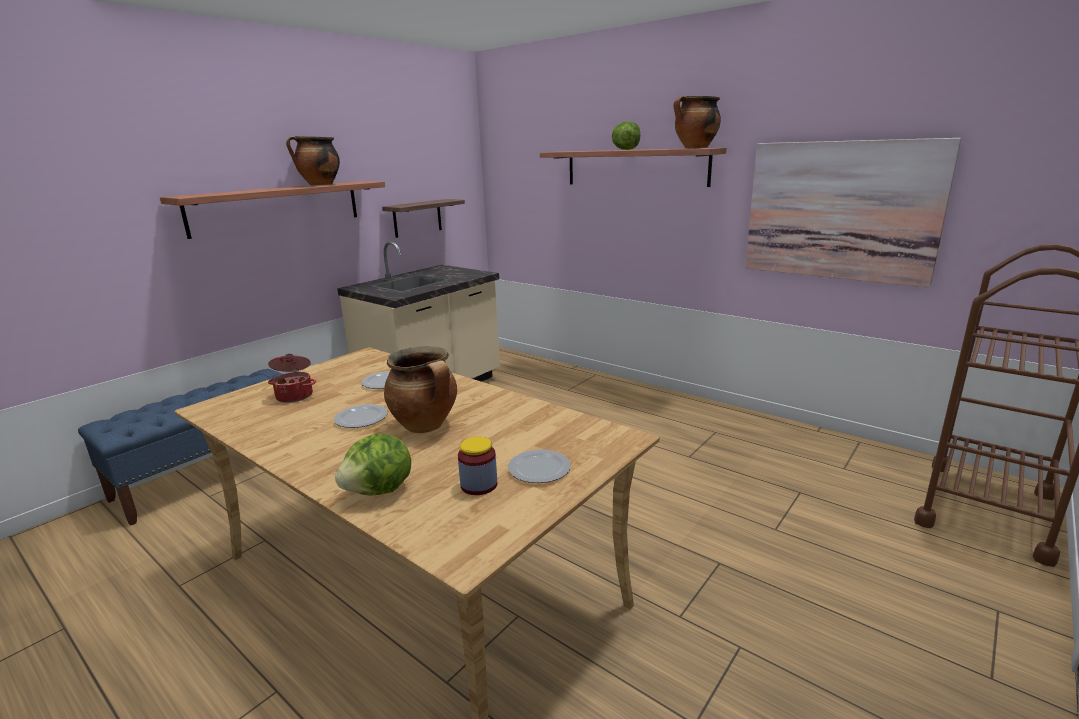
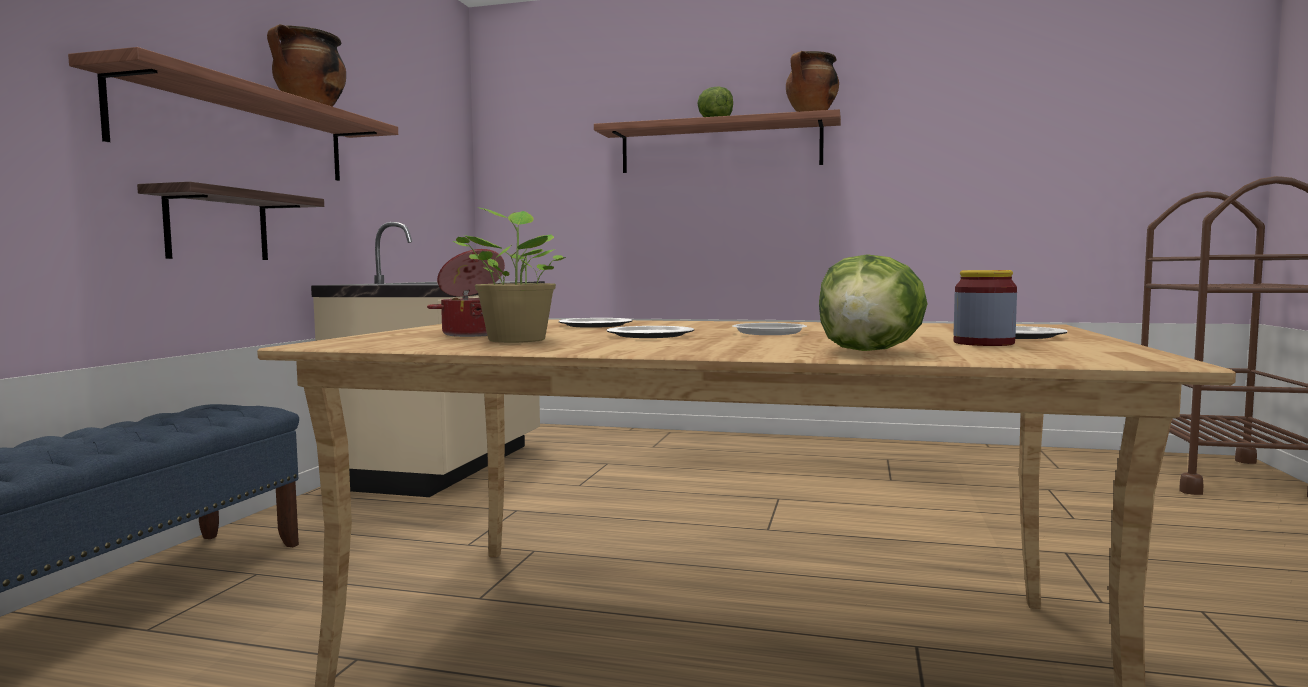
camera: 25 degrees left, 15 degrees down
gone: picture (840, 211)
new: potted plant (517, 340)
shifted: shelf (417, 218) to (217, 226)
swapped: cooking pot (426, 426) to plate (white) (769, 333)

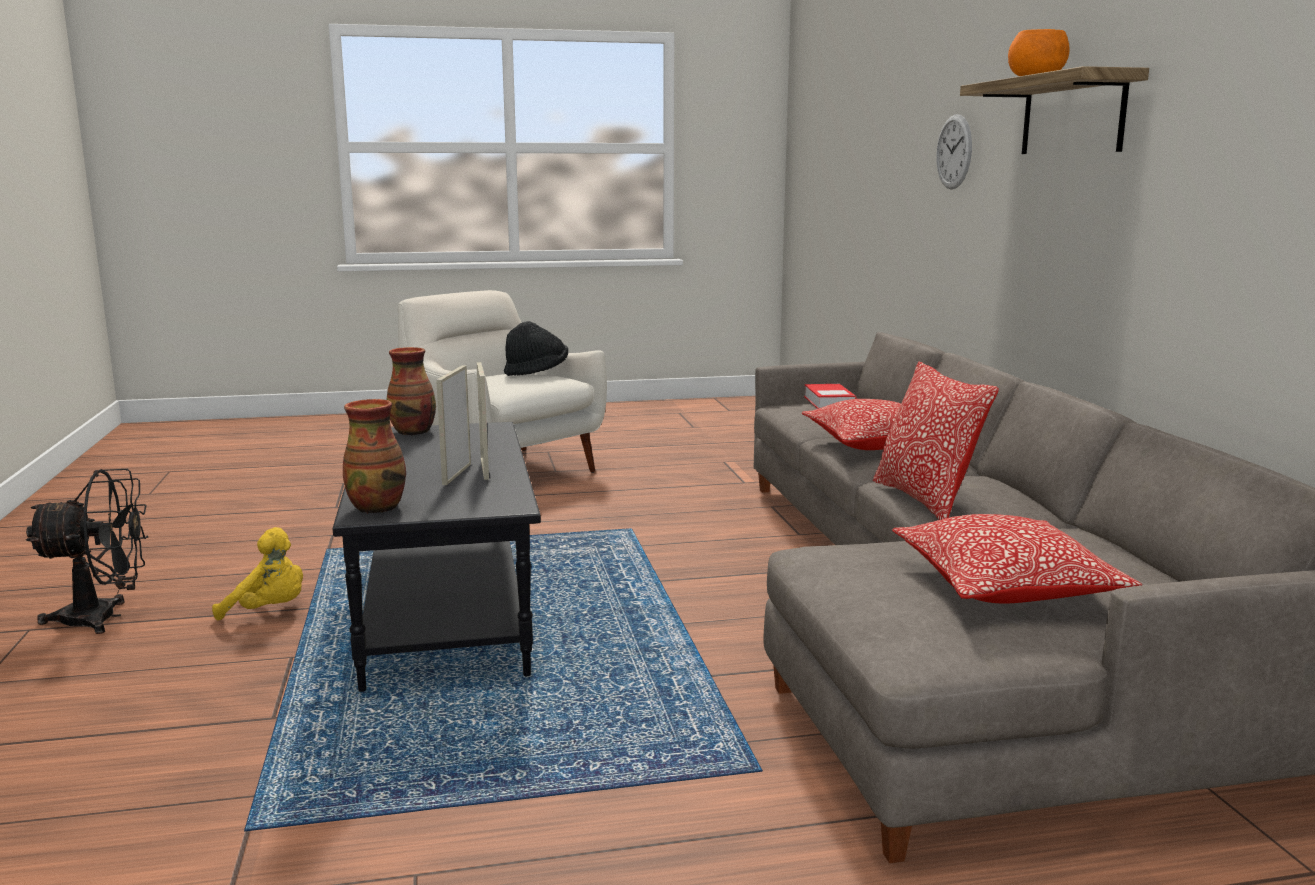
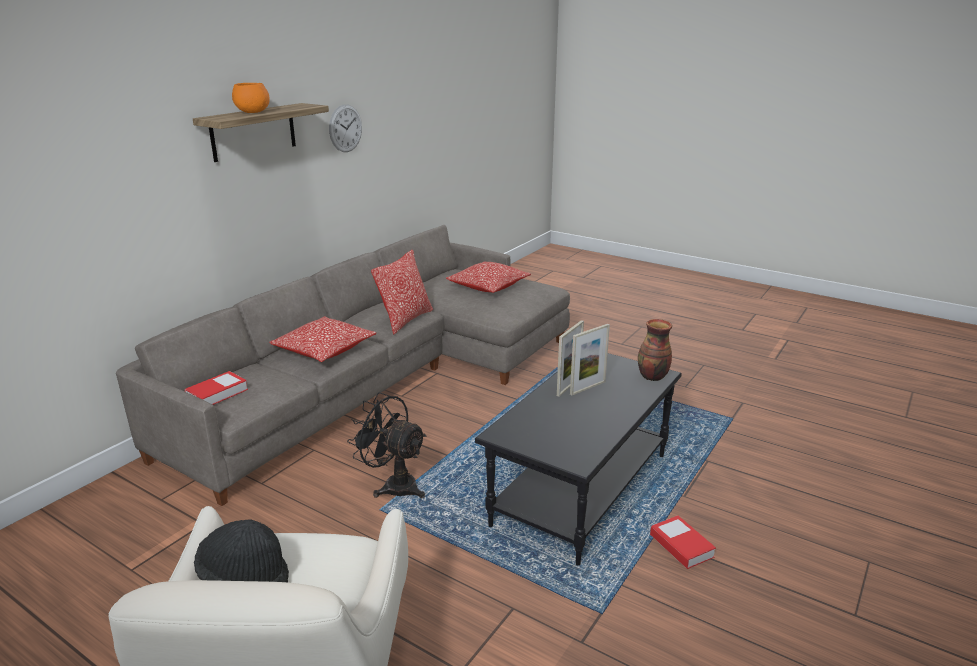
camera: 135 degrees left, 10 degrees up
gone: vase (414, 432)
shifted: wall clock (954, 152) to (345, 128); fan (black) (104, 618) to (393, 485)
swapped: plush toy (yellow) (269, 611) to book (681, 546)

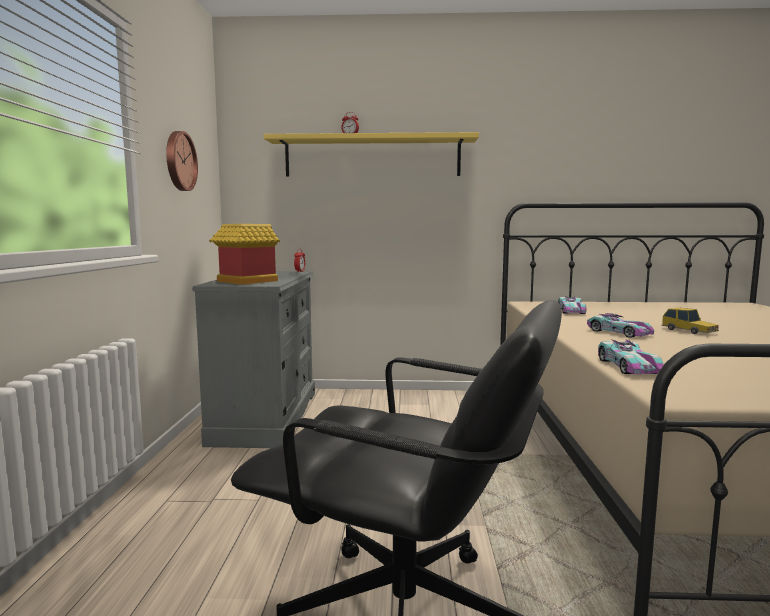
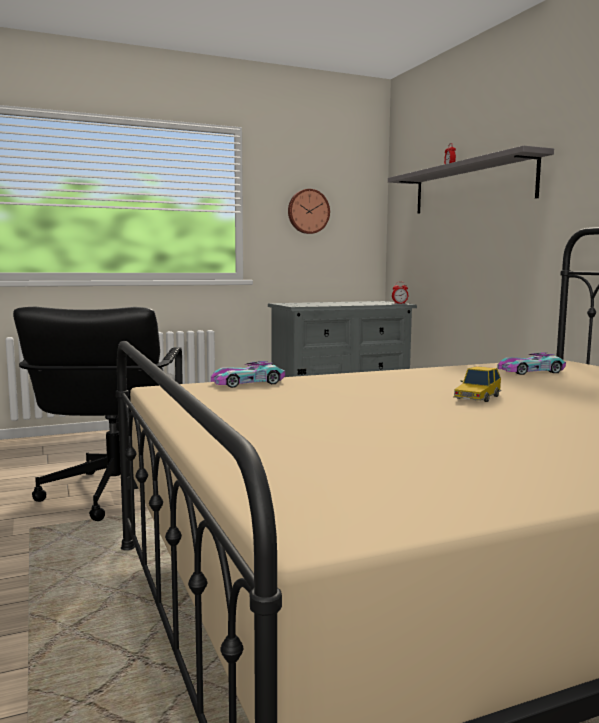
camera: 65 degrees right, 0 degrees up
gone: toy house (244, 282); toy car (619, 332)
repainted: shelf (yellow) (372, 157) to shelf (grey) (471, 186)

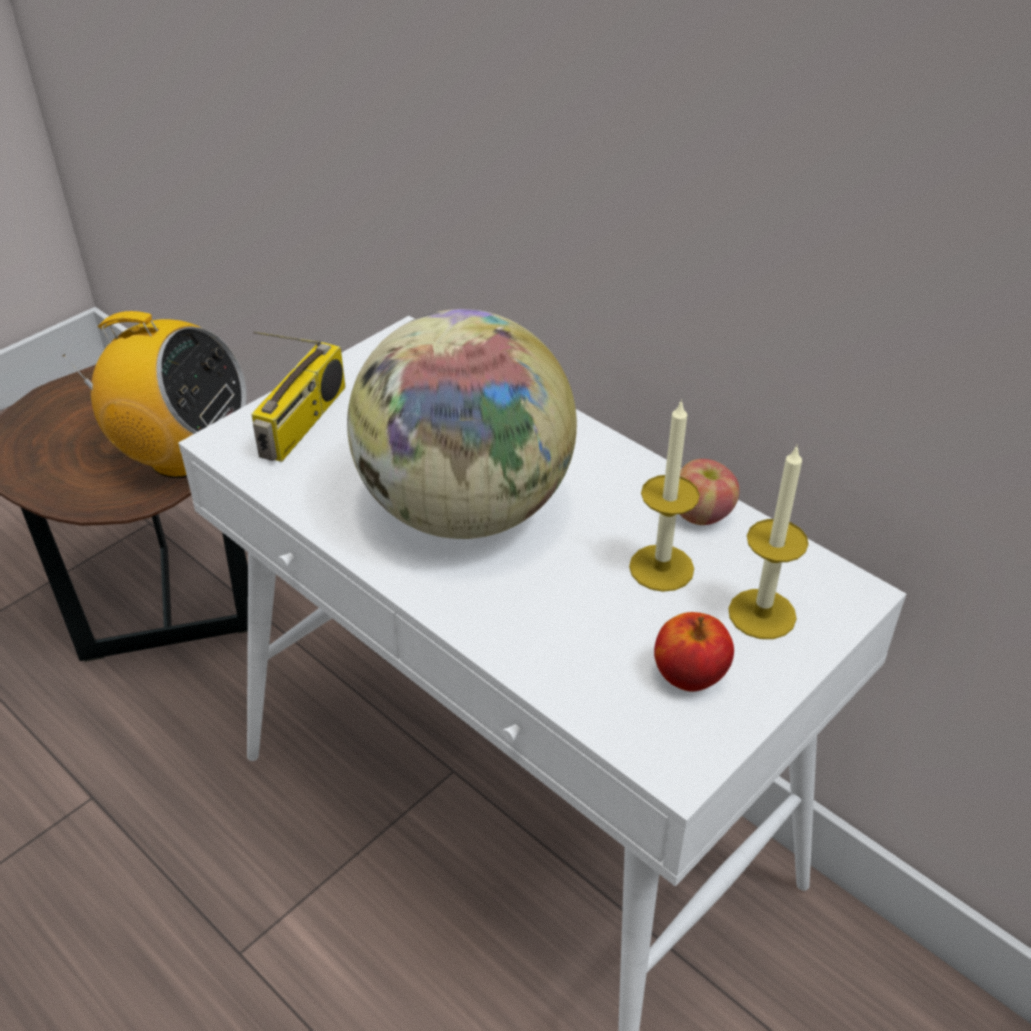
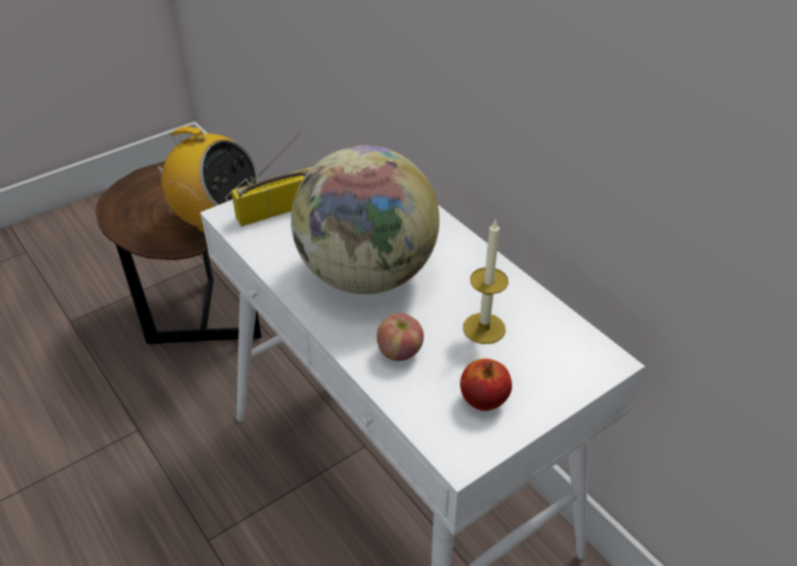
camera: 10 degrees right, 0 degrees up
gone: candle (762, 614)
shifted: apple (701, 514) to (400, 351)
rotated: radio (304, 423) = (279, 208) 150 degrees counterclockwise

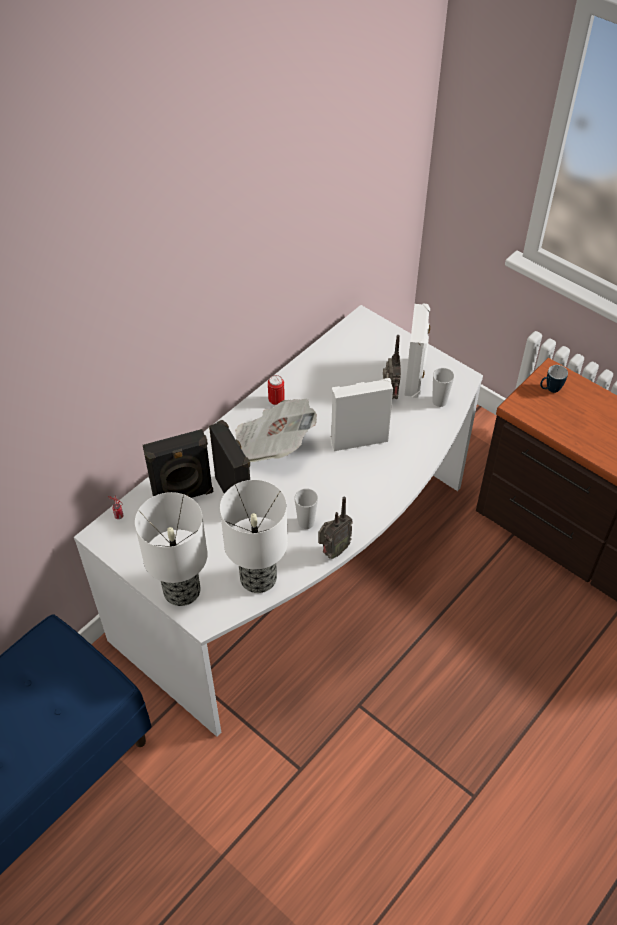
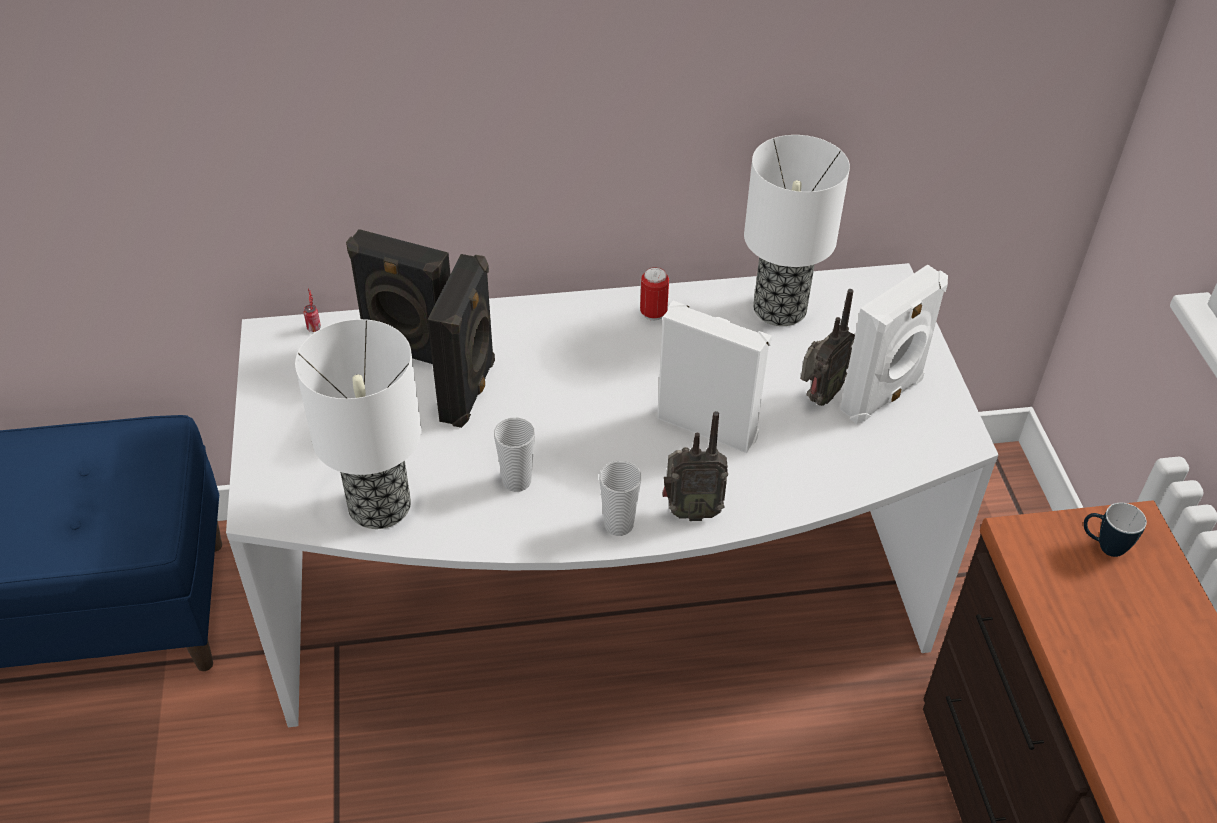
camera: 40 degrees right, 5 degrees down
gone: newspaper (273, 444)
shifted: cup (439, 401) to (618, 525); radio (333, 551) to (691, 511); table lamp (182, 591) to (779, 310)

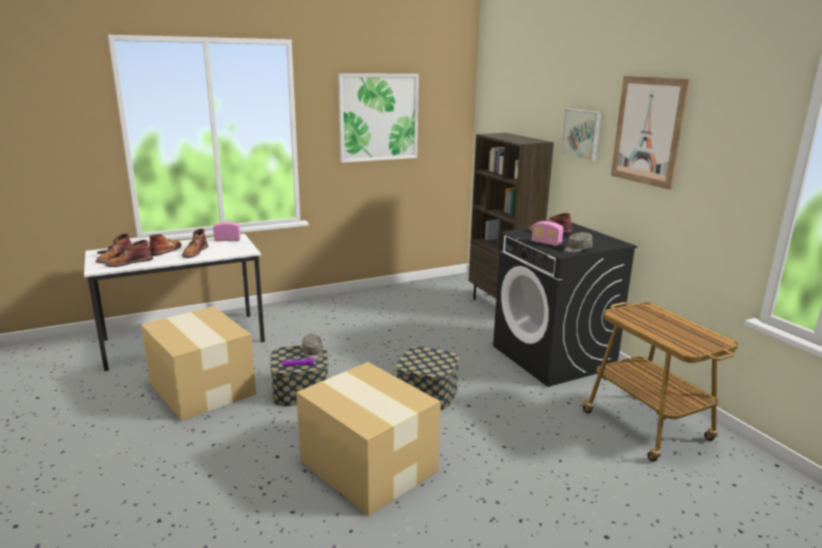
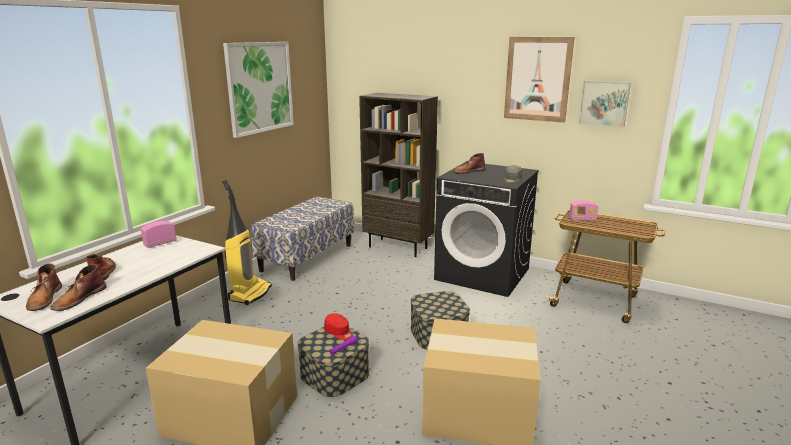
camera: 35 degrees left, 0 degrees up
gone: boot (brown) (195, 252)
new: vacuum cleaner (250, 293); bench (307, 257)
shifted: radio (546, 243) to (582, 219); picture (582, 134) to (604, 103)
repainted: cap (grey) (312, 353) to cap (red) (339, 333)

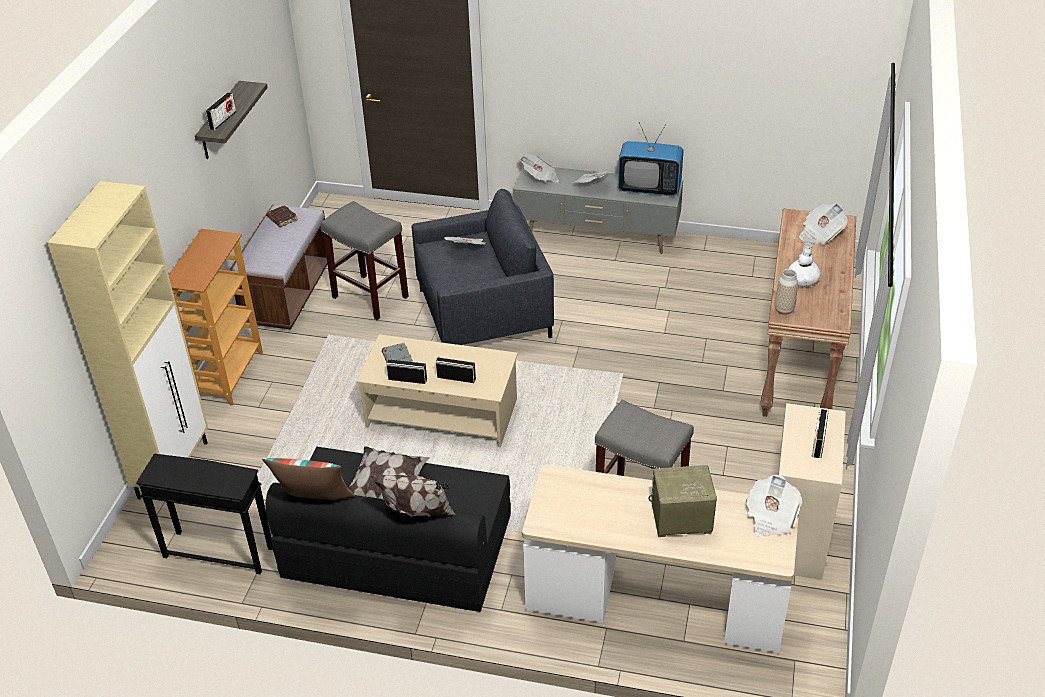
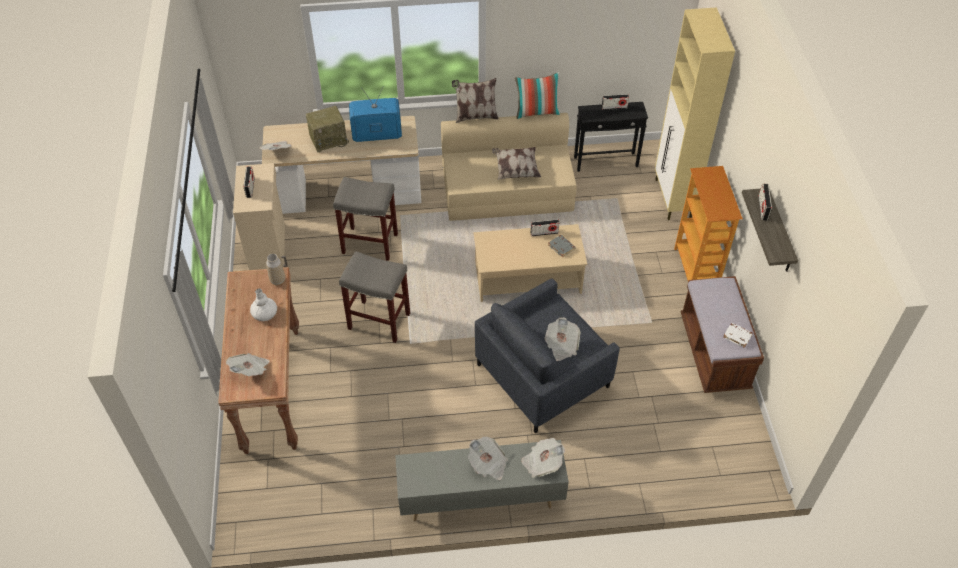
camera: 160 degrees right, 10 degrees up
shifted: stool (grey) (371, 297) to (378, 321); television (649, 188) to (377, 134); radio (456, 378) to (614, 107)
repainted: sofa (black) (398, 546) to sofa (beige) (506, 188); book (brown) (281, 218) to book (white) (738, 336)

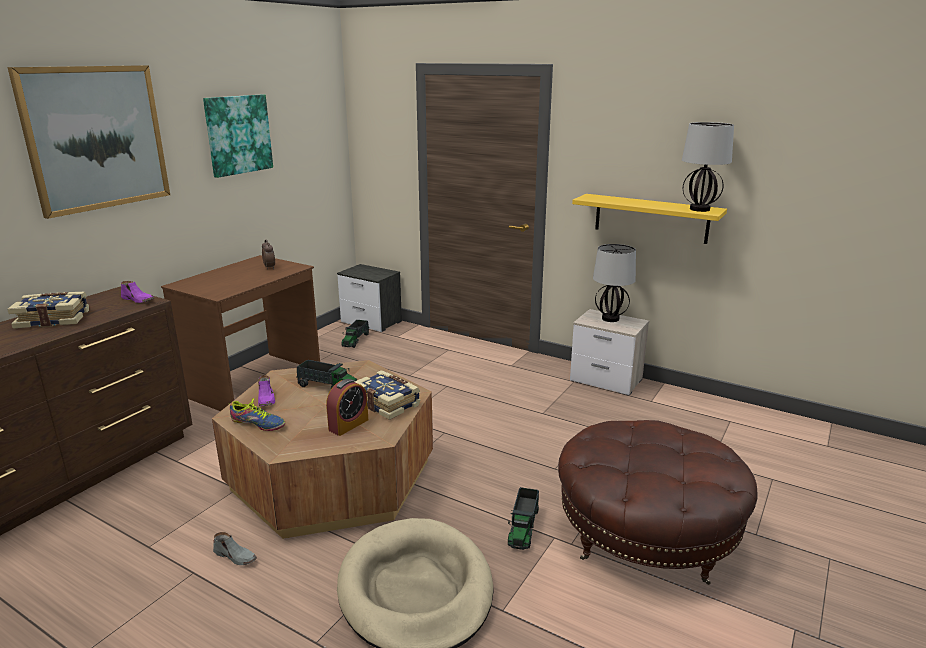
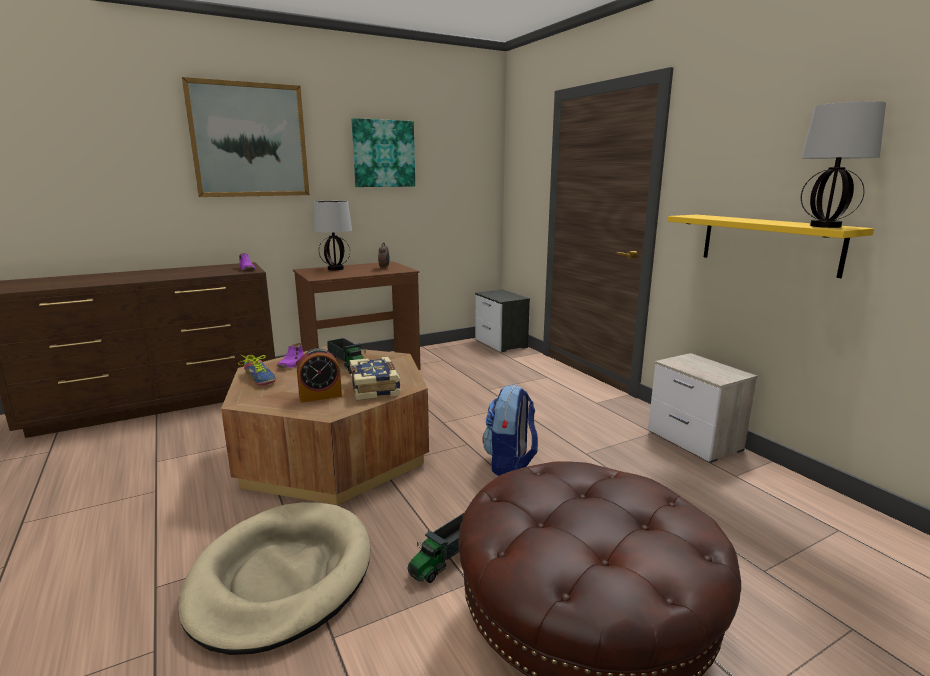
camera: 30 degrees right, 5 degrees down
gone: book (53, 319); shoe (grey) (236, 556); toy truck (355, 340)
new: backpack (510, 463)
shifted: table lamp (610, 319) to (335, 269)

